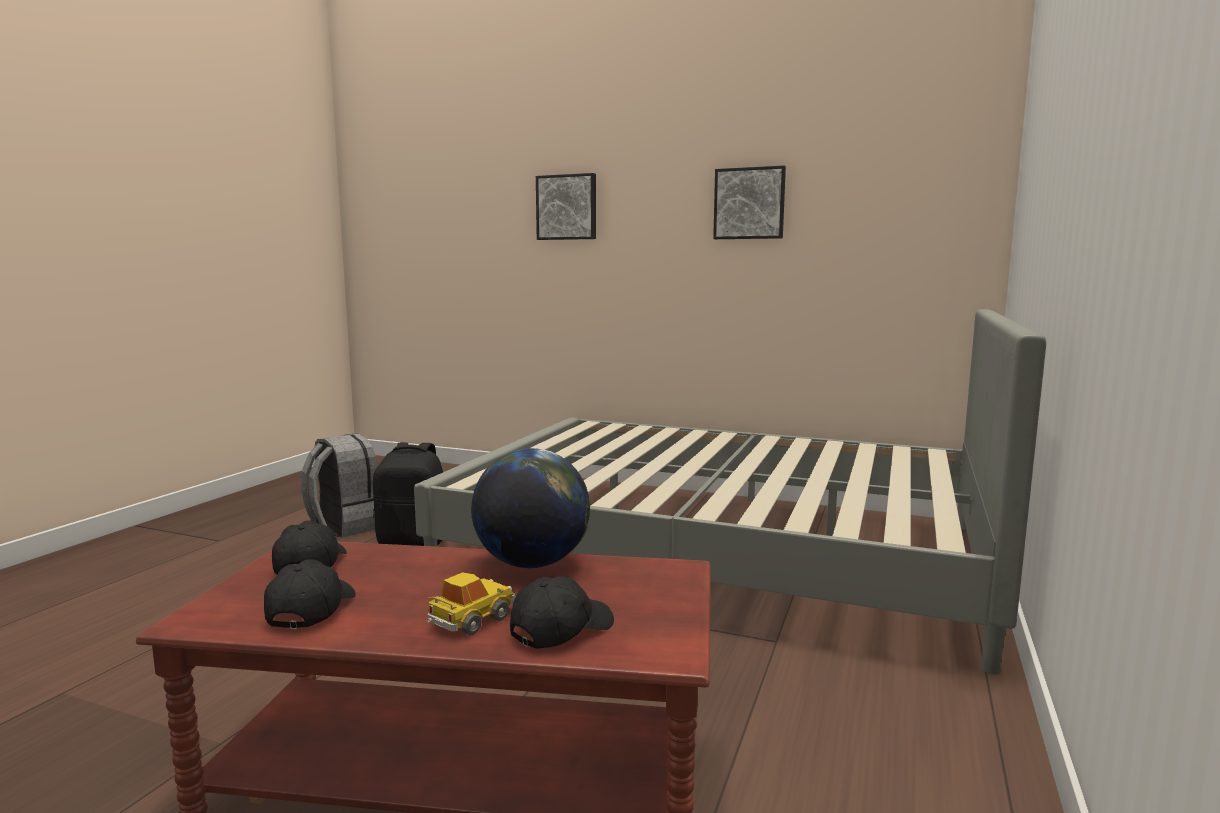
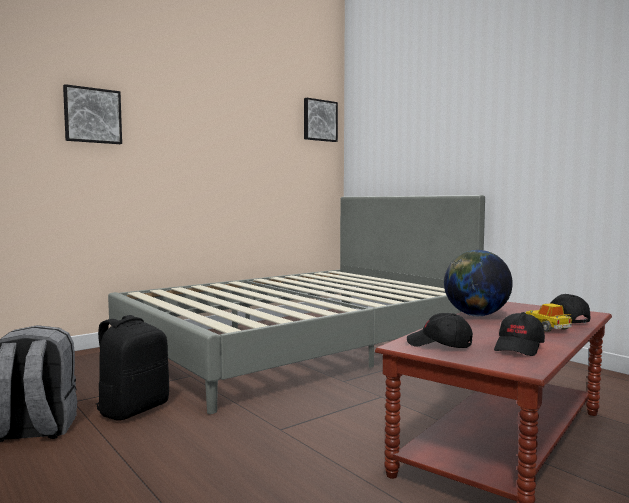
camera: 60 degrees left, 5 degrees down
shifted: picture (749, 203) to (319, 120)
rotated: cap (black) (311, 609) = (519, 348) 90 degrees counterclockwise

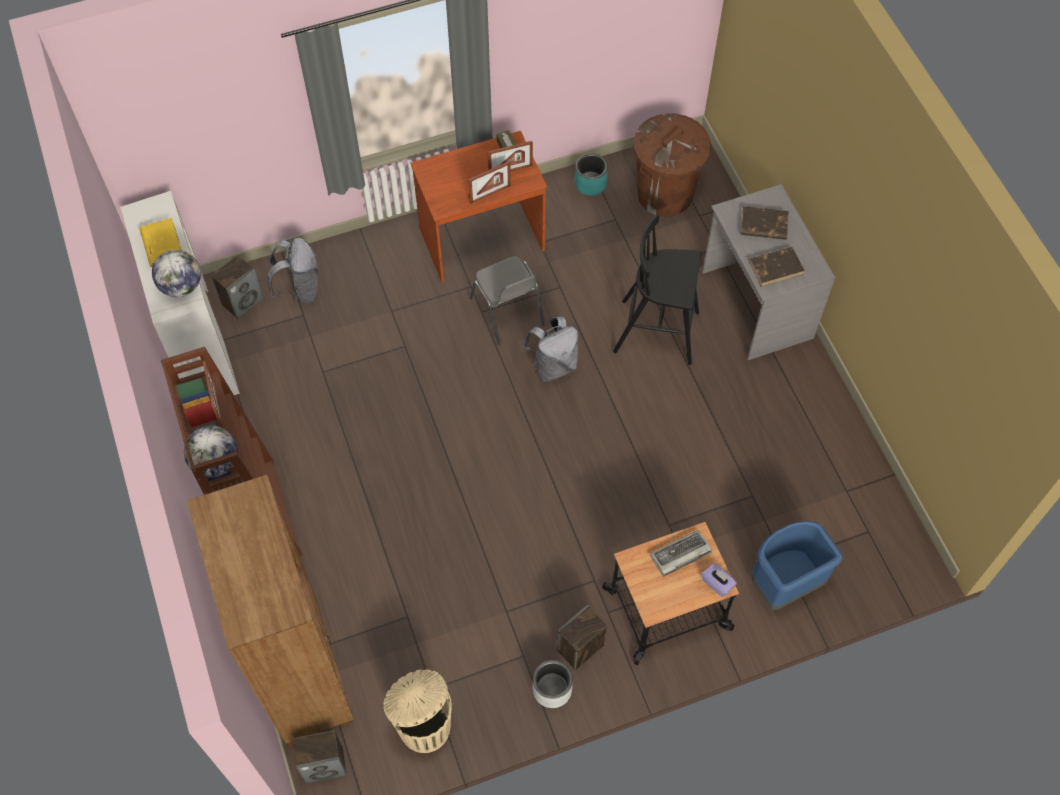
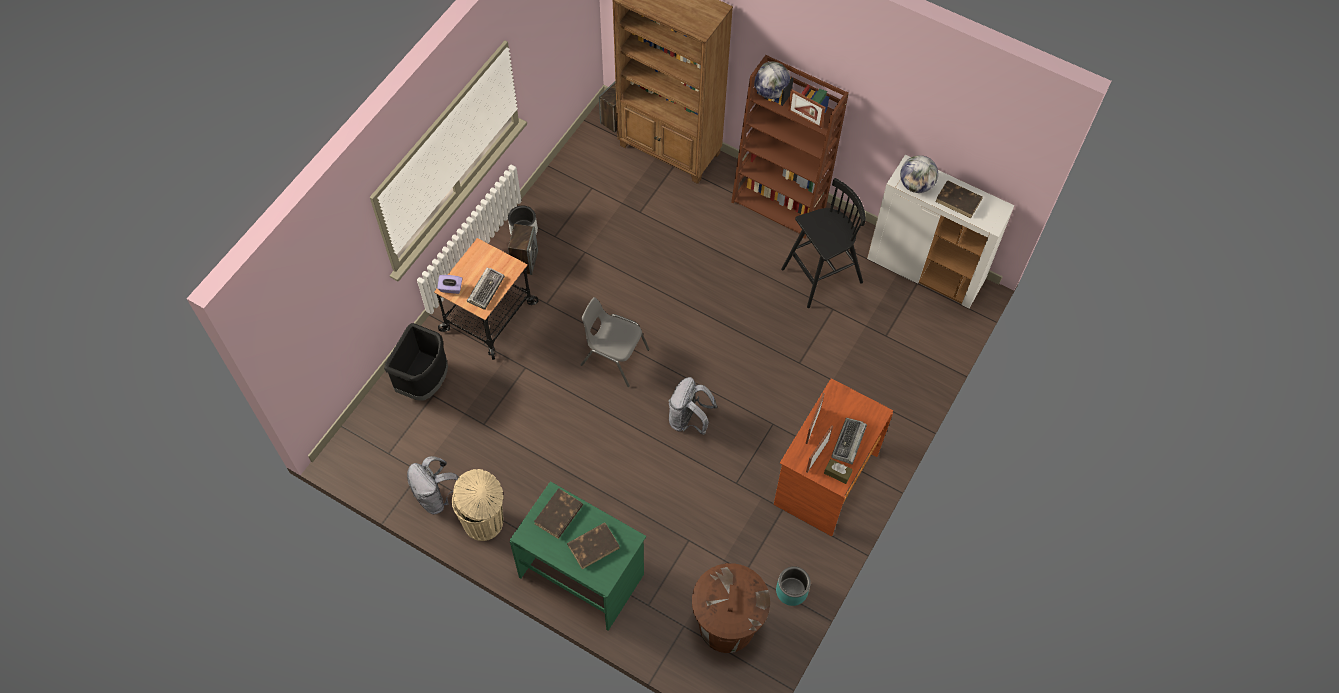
camera: 140 degrees right, 0 degrees up
gone: speaker (243, 301)
new: keyboard (848, 442)
shifted: backpack (grey) (300, 289) to (437, 496); trash can (beige) (423, 726) to (485, 522); chair (grey) (508, 312) to (613, 357); stool (black) (658, 332) to (820, 276)
repainted: trash can (blue) (784, 583) to trash can (black) (424, 381); desk (grey) (755, 305) to desk (green) (582, 575); book (yellow) (162, 244) to book (brown) (959, 200)

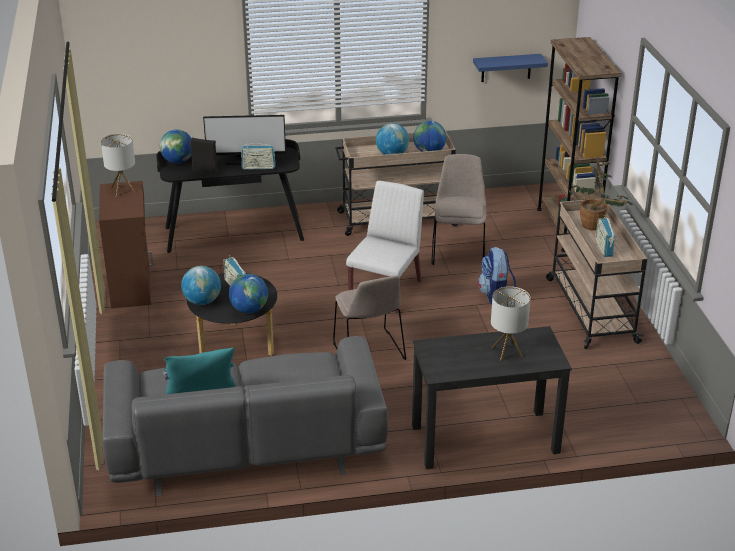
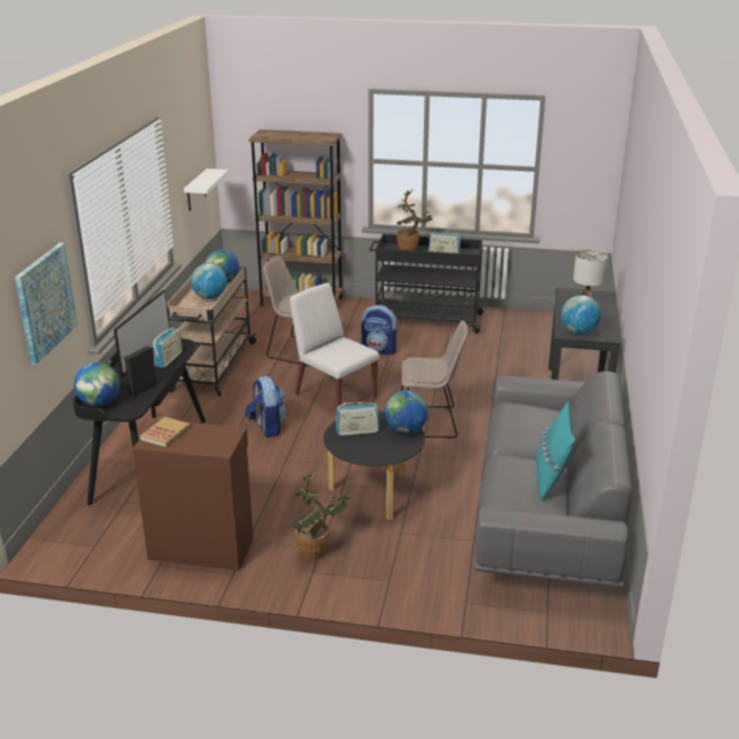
camera: 70 degrees left, 5 degrees down
new: picture (45, 302); backpack (267, 427); potted plant (318, 551)
shifted: globe (202, 301) to (578, 332)
swapped: table lamp (122, 190) to book (165, 434)
repainted: shelf (blue) (506, 68) to shelf (white) (196, 190); cart (beige) (590, 309) to cart (black) (425, 319)

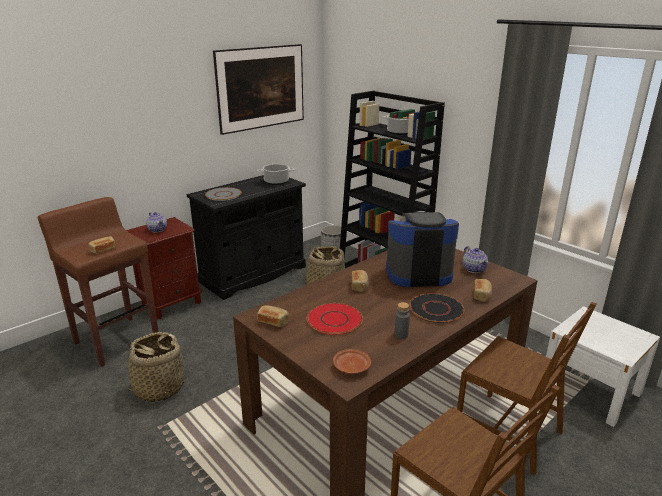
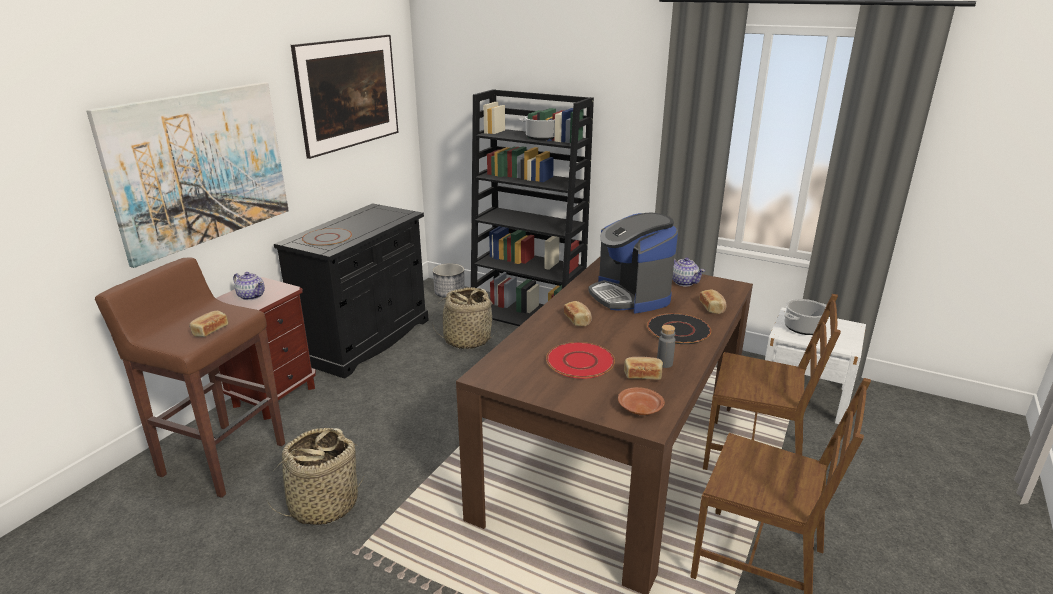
camera: 20 degrees left, 0 degrees up
new: picture (200, 168)
shifted: bread (273, 321) to (642, 375); cooking pot (276, 182) to (803, 328)
rotated: coffee machine (418, 273) = (630, 296) 90 degrees counterclockwise

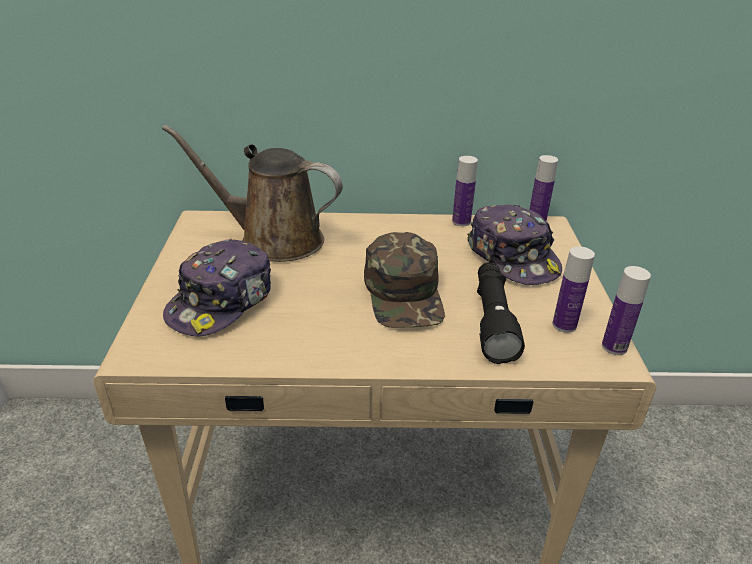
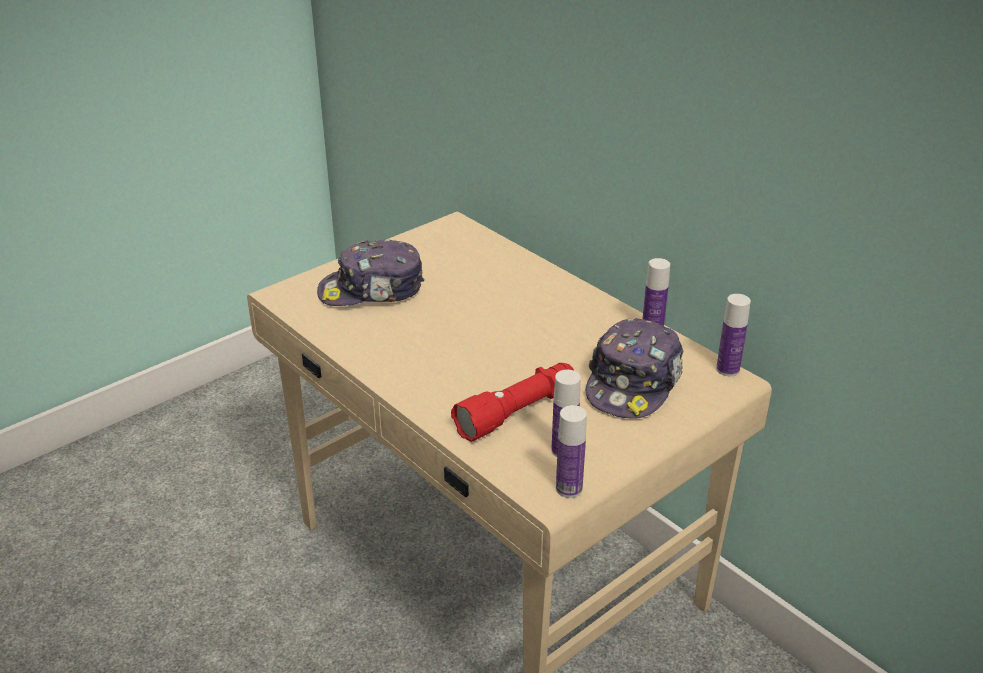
camera: 50 degrees right, 0 degrees up
gone: watering can (brown) (273, 239); cap (green) (405, 293)
repainted: flashlight (black) (492, 320) to flashlight (red) (517, 412)

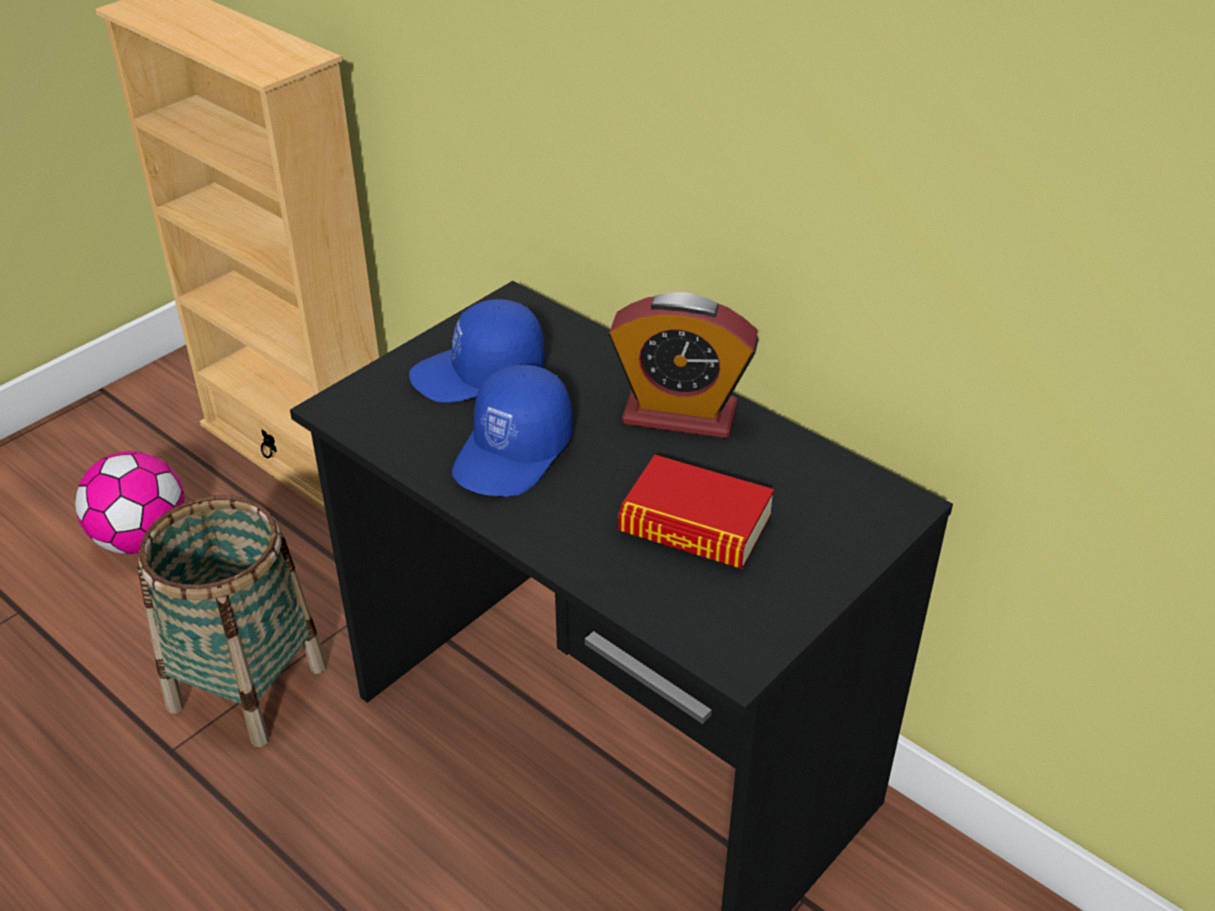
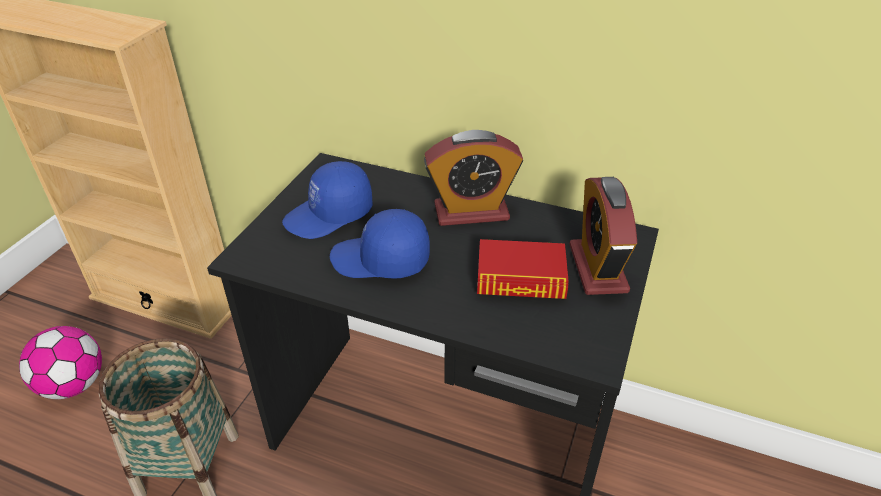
camera: 20 degrees left, 0 degrees up
new: alarm clock (597, 268)
rotated: cap (blue) (514, 453) = (380, 260) 90 degrees clockwise

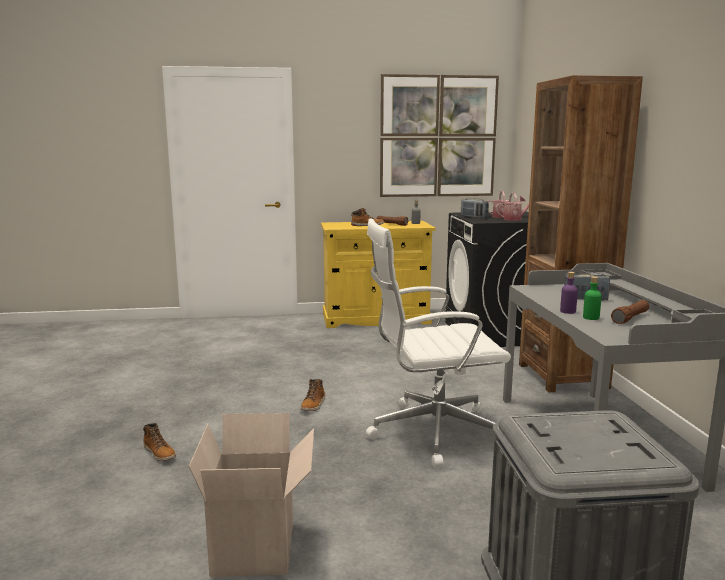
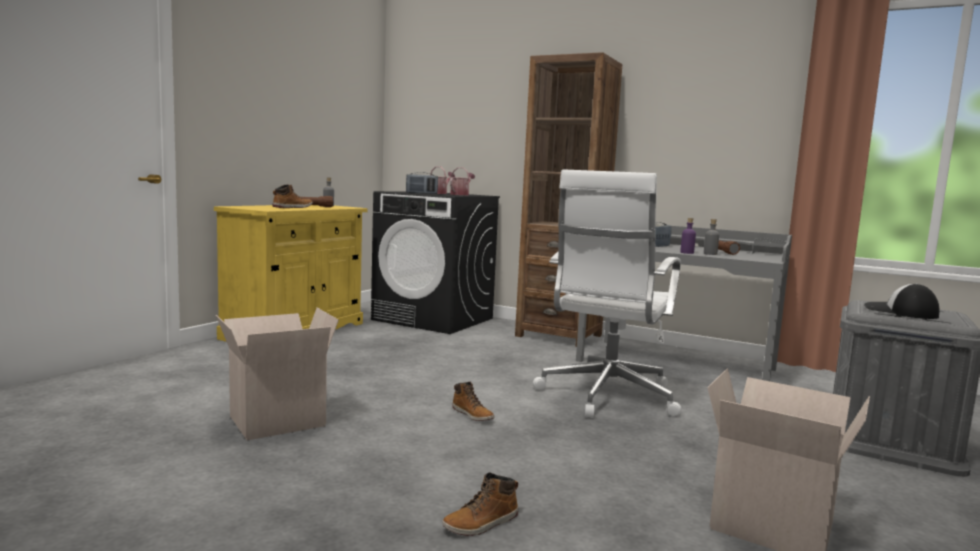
camera: 55 degrees left, 5 degrees down
gone: picture (438, 137)
new: cardboard box (278, 420); cap (900, 312)
repainted: bottle (green) (591, 317) to bottle (grey) (710, 254)
rotated: boot (160, 453) = (481, 523) 150 degrees clockwise

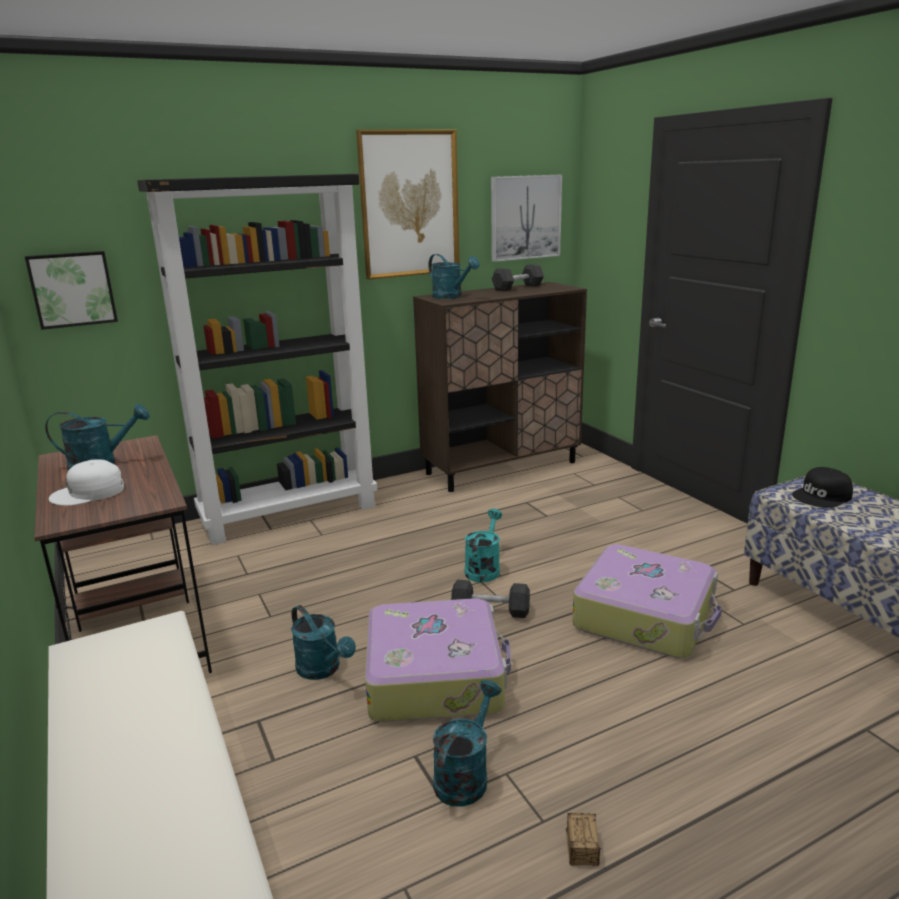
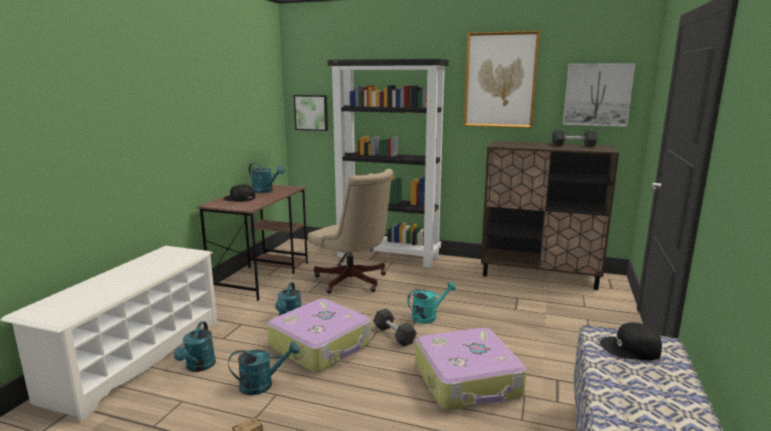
camera: 45 degrees right, 5 degrees down
new: office chair (beige) (353, 282)
shifted: watering can (turquoise) (451, 297) to (198, 367)
repainted: cap (white) (89, 493) to cap (black) (239, 198)

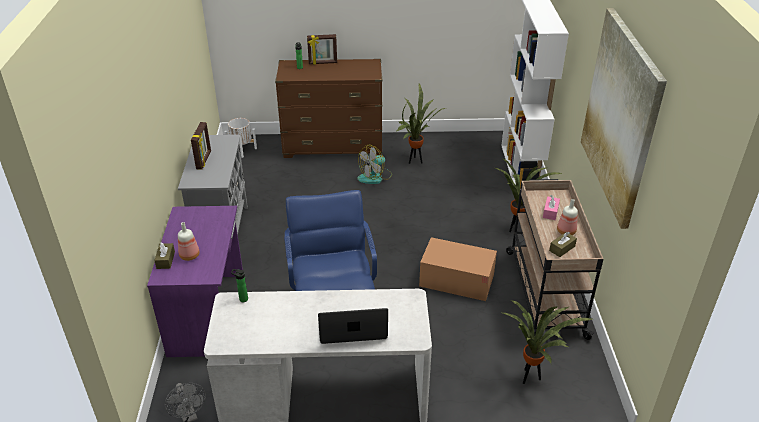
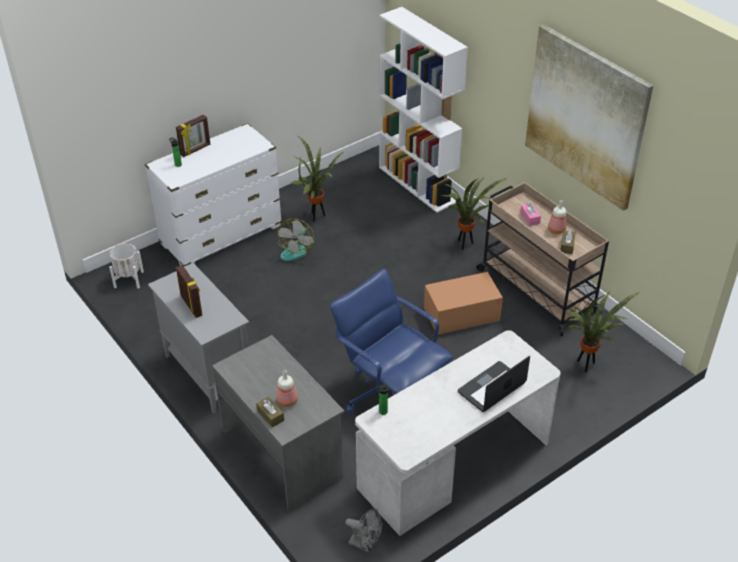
camera: 35 degrees left, 5 degrees up
repainted: dresser (brown) (333, 146) to dresser (white) (221, 235); desk (purple) (208, 313) to desk (grey) (282, 453)

